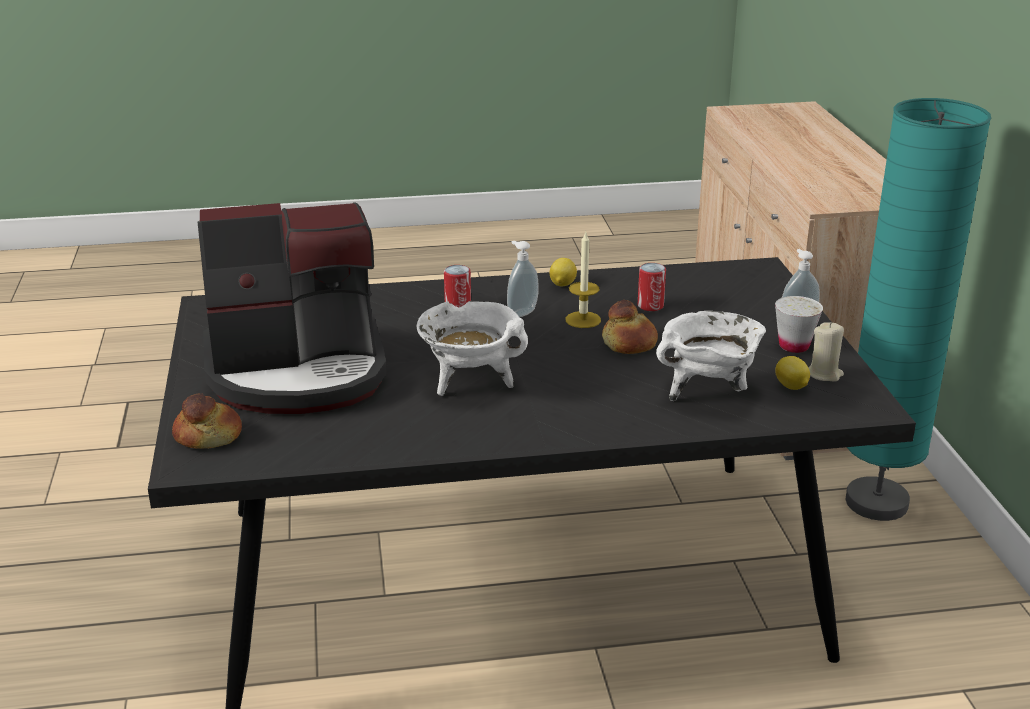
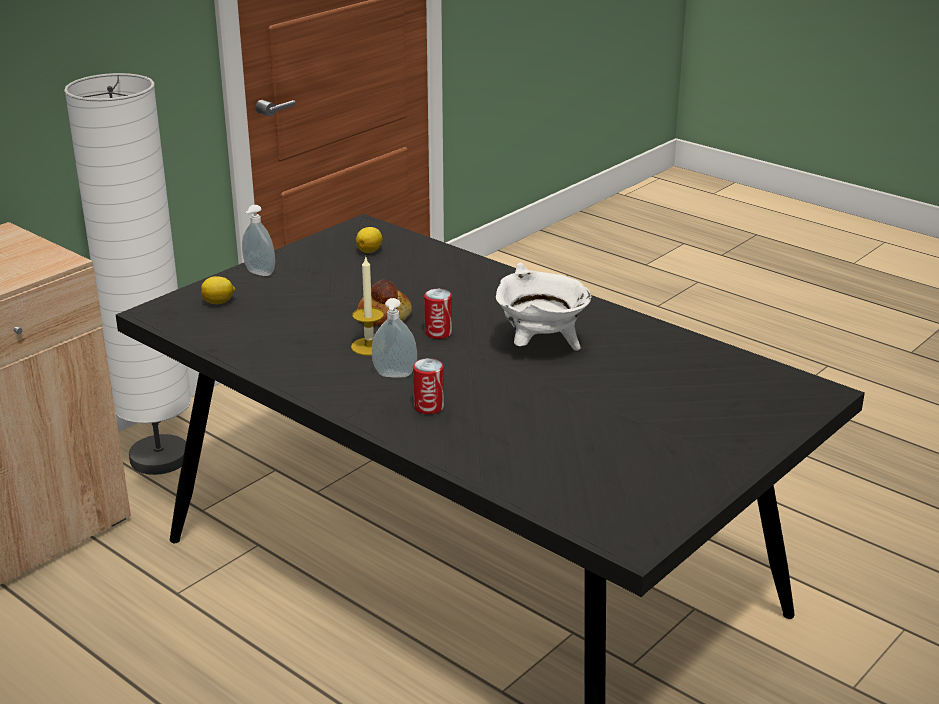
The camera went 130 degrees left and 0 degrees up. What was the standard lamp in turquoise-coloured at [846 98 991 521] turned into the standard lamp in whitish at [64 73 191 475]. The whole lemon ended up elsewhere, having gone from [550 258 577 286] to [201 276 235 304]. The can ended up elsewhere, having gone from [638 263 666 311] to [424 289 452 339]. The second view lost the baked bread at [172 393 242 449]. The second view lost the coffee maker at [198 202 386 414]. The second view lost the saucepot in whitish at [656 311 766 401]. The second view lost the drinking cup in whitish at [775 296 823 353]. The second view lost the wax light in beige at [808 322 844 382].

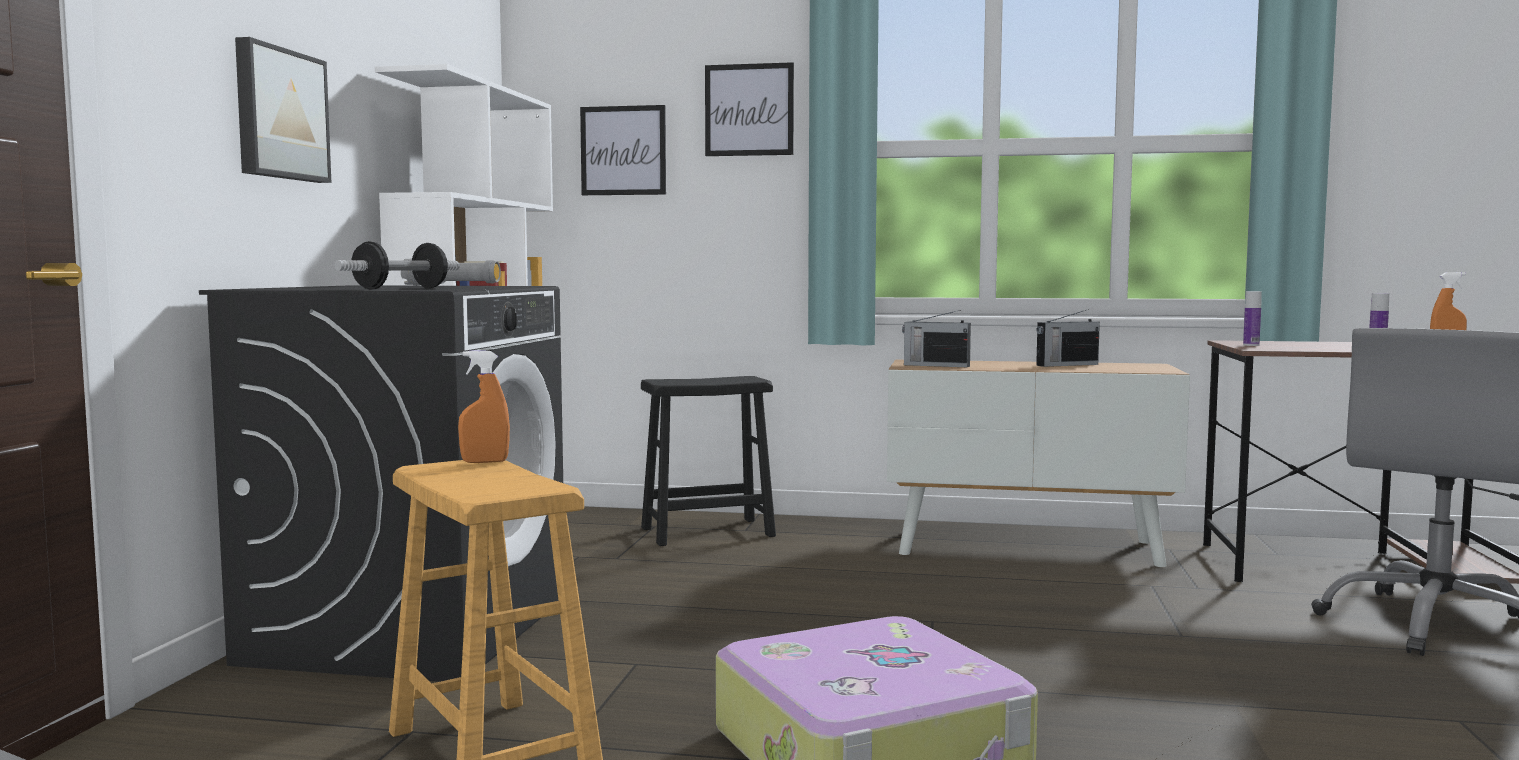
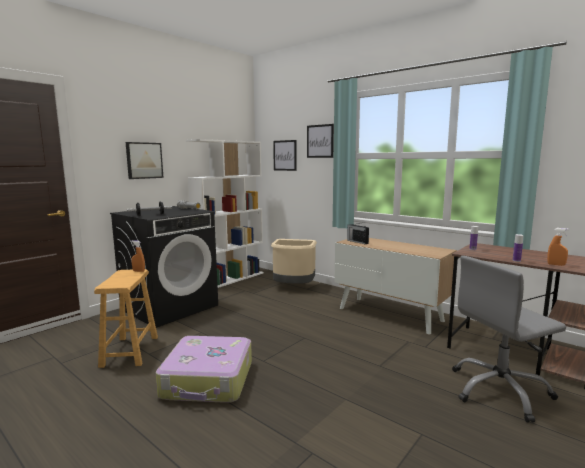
The camera went 30 degrees right and 5 degrees up. Where the sitting stool in black-coloured stood at [641 376 776 546], the waste bin in beige came to stand at [271 239 317 284]. The second view lost the radio at [1036 309 1100 367].

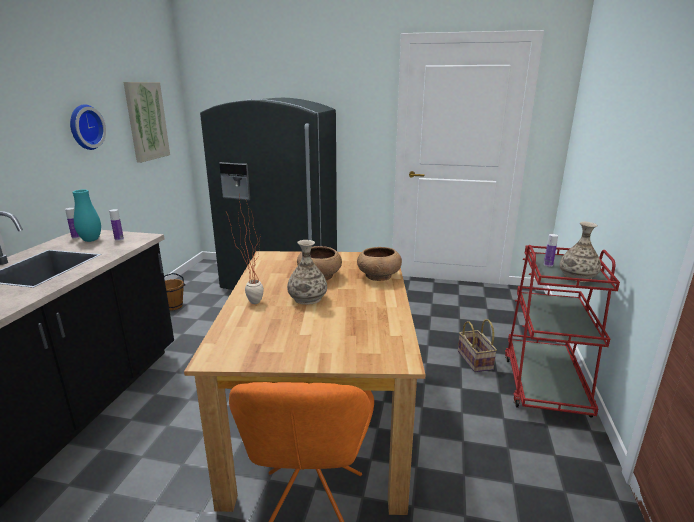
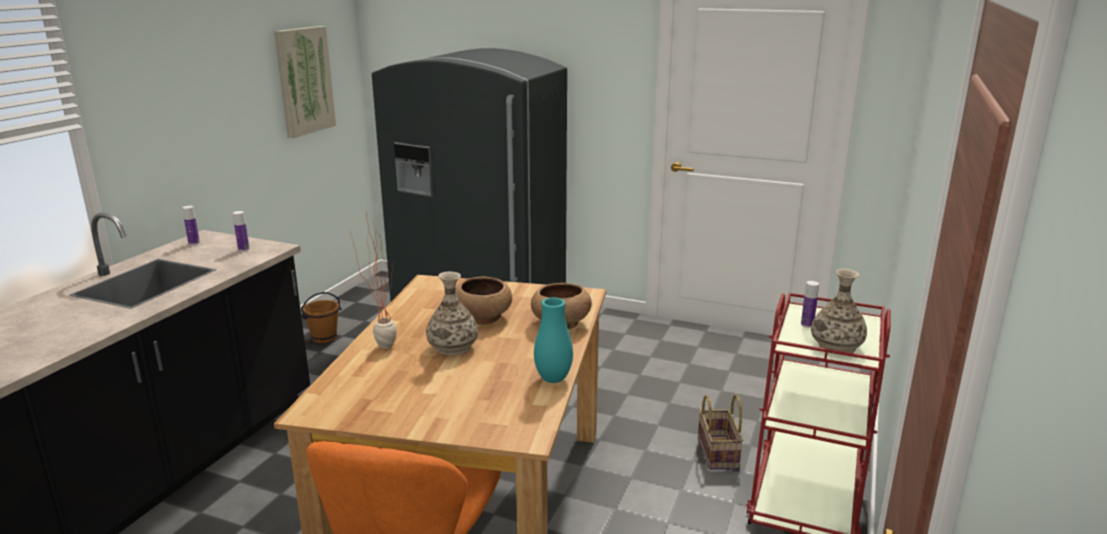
The camera went 10 degrees right and 0 degrees up. The flower vase in turquoise-coloured ended up elsewhere, having gone from [72 190 101 242] to [534 297 573 383]. The second view lost the hanging clock at [70 104 106 150].

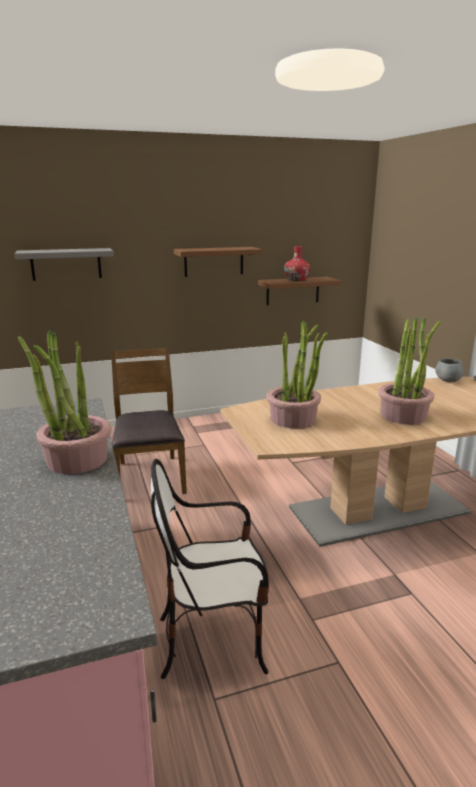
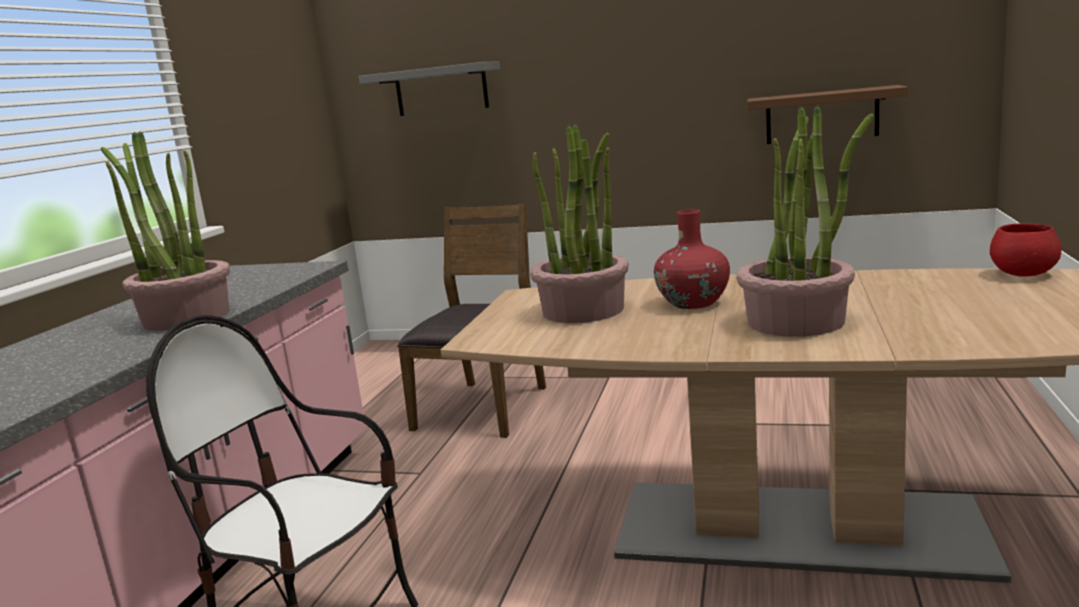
The camera went 35 degrees right and 5 degrees down. The flower vase in reddish ended up elsewhere, having gone from [284 246 310 281] to [654 209 730 309]. What was the deep dish in greyish at [435 358 464 382] turned into the deep dish in reddish at [990 223 1062 277]. The second view lost the shelf in brownish at [174 247 263 277].

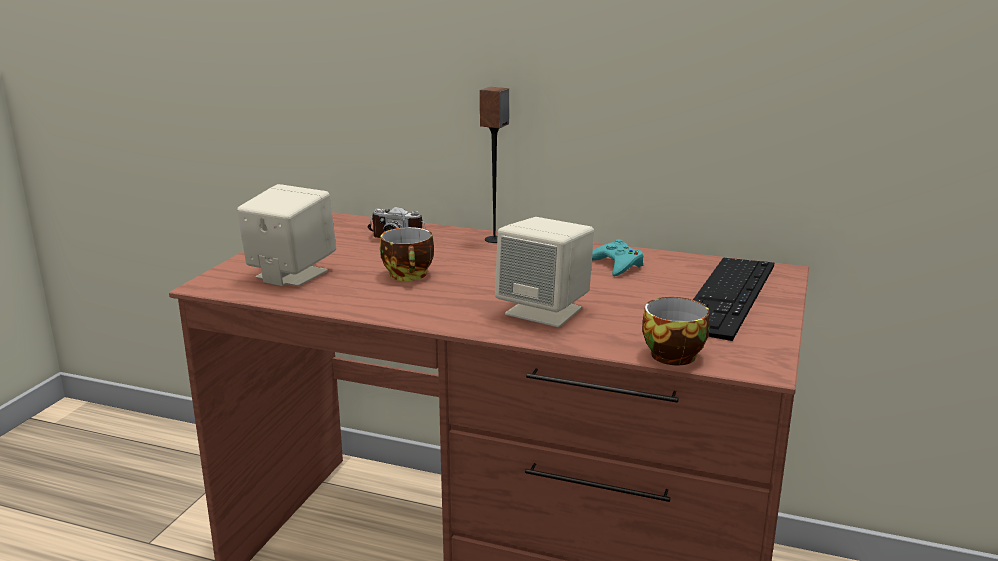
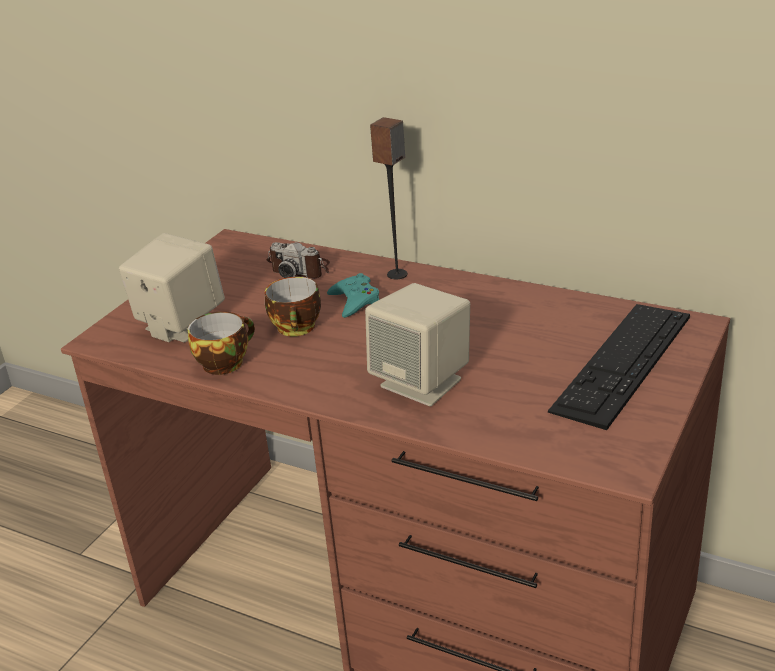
The camera went 10 degrees right and 10 degrees up. The drinking cup ended up elsewhere, having gone from [642 297 710 365] to [188 311 255 375]. The game controller in turquoise-coloured ended up elsewhere, having gone from [592 239 644 276] to [327 273 379 318].

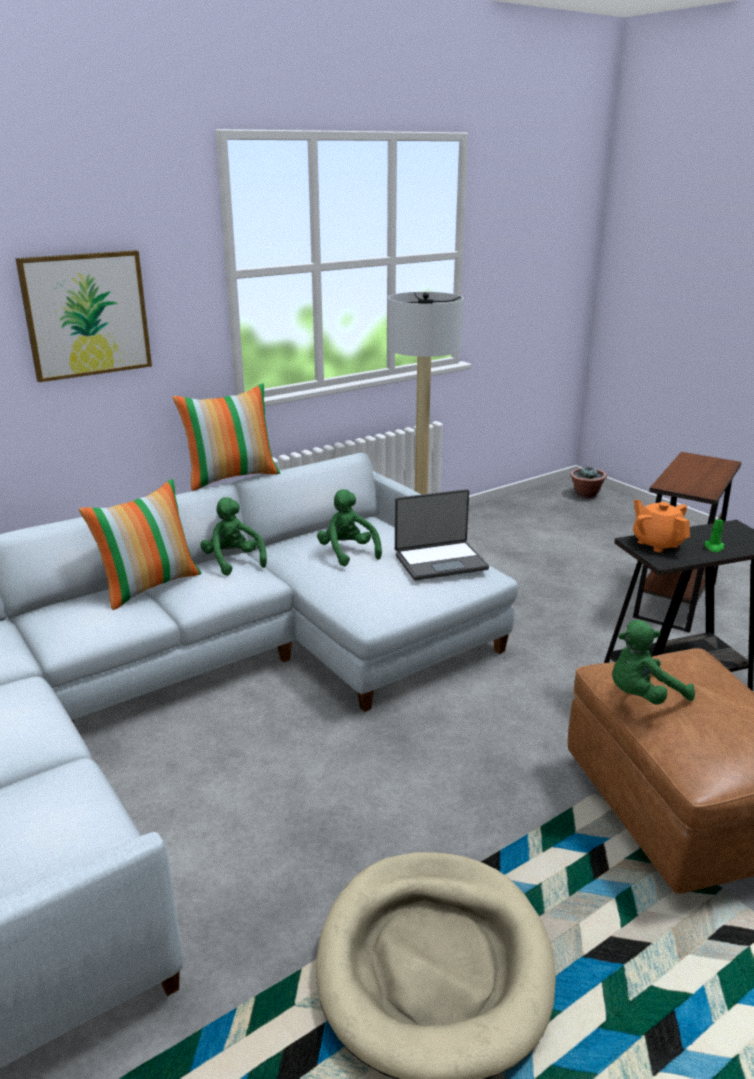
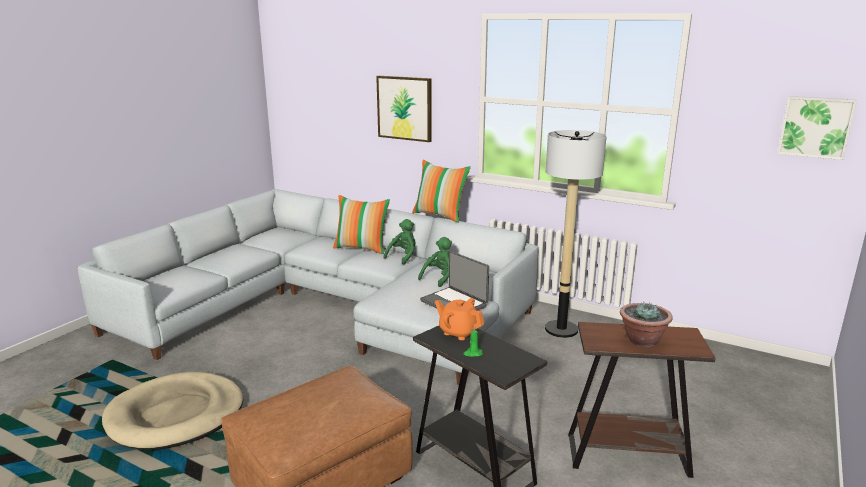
The camera went 65 degrees right and 5 degrees down. The teapot in orange-coloured at [633 500 690 552] ended up facing another way, 90 degrees counterclockwise from before. The houseplant ended up elsewhere, having gone from [570 466 607 498] to [620 302 673 347]. The second view gained the wall picture at [777 96 857 160]. The second view lost the cuddly toy in green at [612 620 695 705].

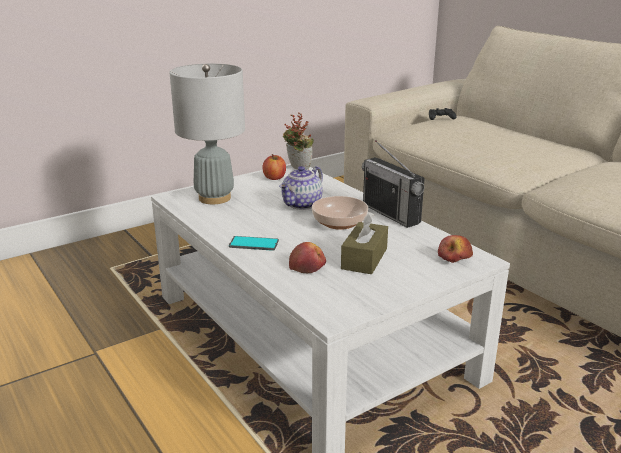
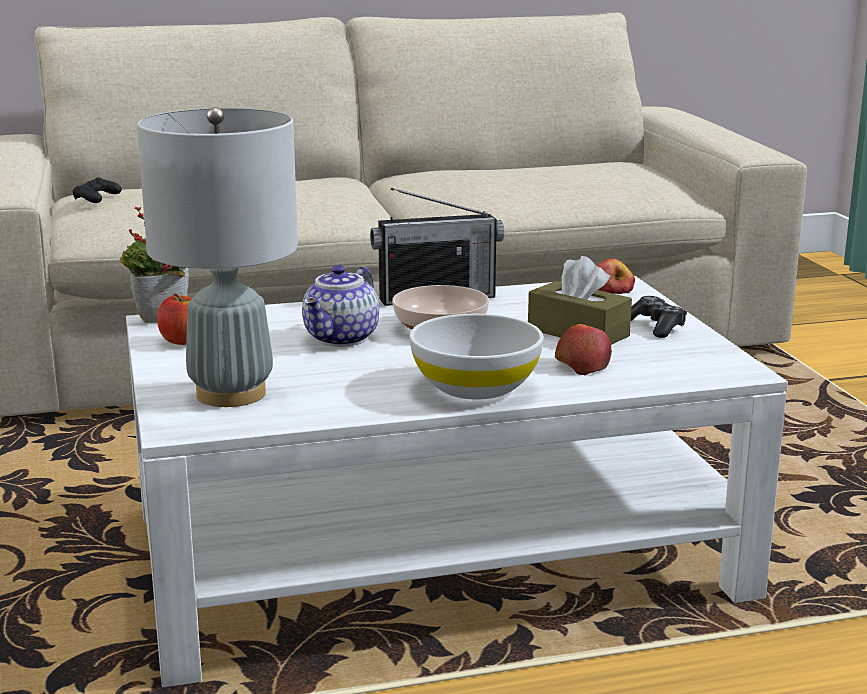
The camera went 70 degrees left and 5 degrees down. The teapot at [279 166 323 210] ended up facing another way, 60 degrees clockwise from before. Where the phone stood at [229 236 279 251], the deep dish in whitish came to stand at [409 314 544 400]. The second view gained the game controller at [631 296 687 338].

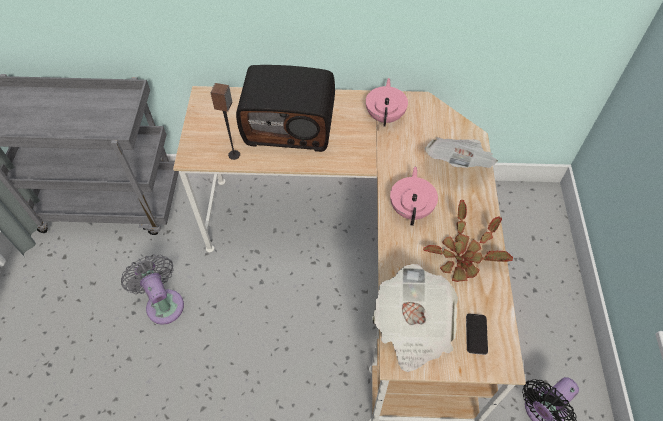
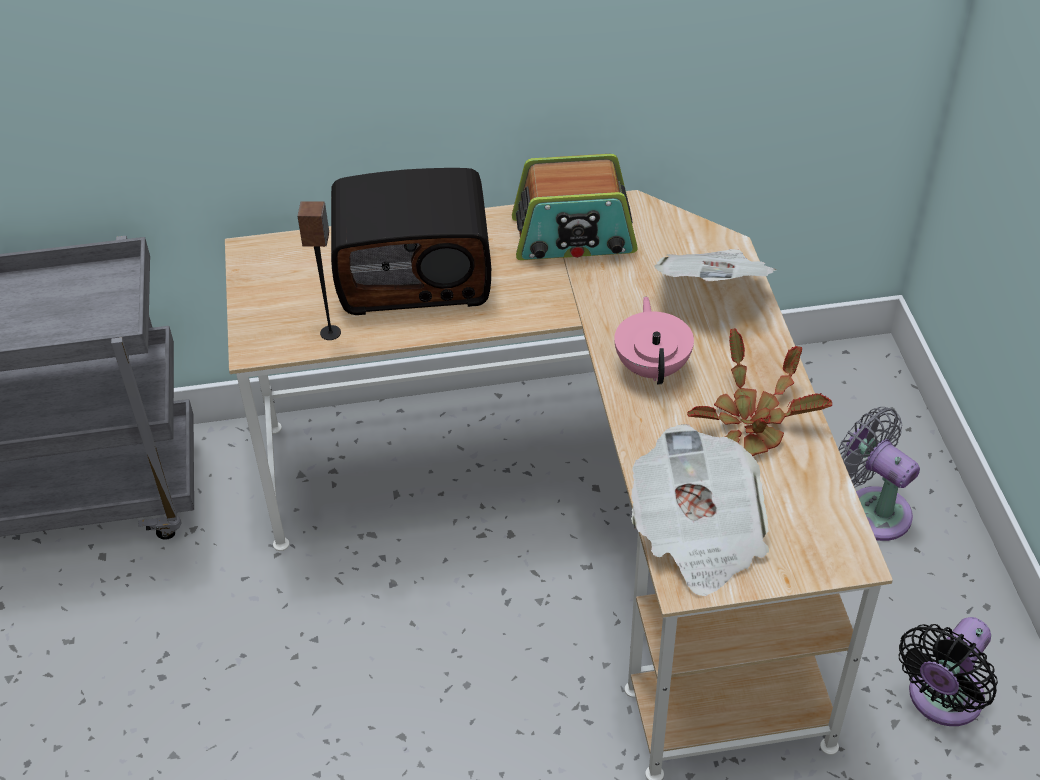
The camera went 10 degrees left and 10 degrees down. Where the teapot in pink stood at [366 78 408 126], the radio came to stand at [512 154 638 260]. The electric fan in greyish ended up elsewhere, having gone from [121 254 184 325] to [838 407 920 541]. The second view lost the phone at [466 314 488 355].

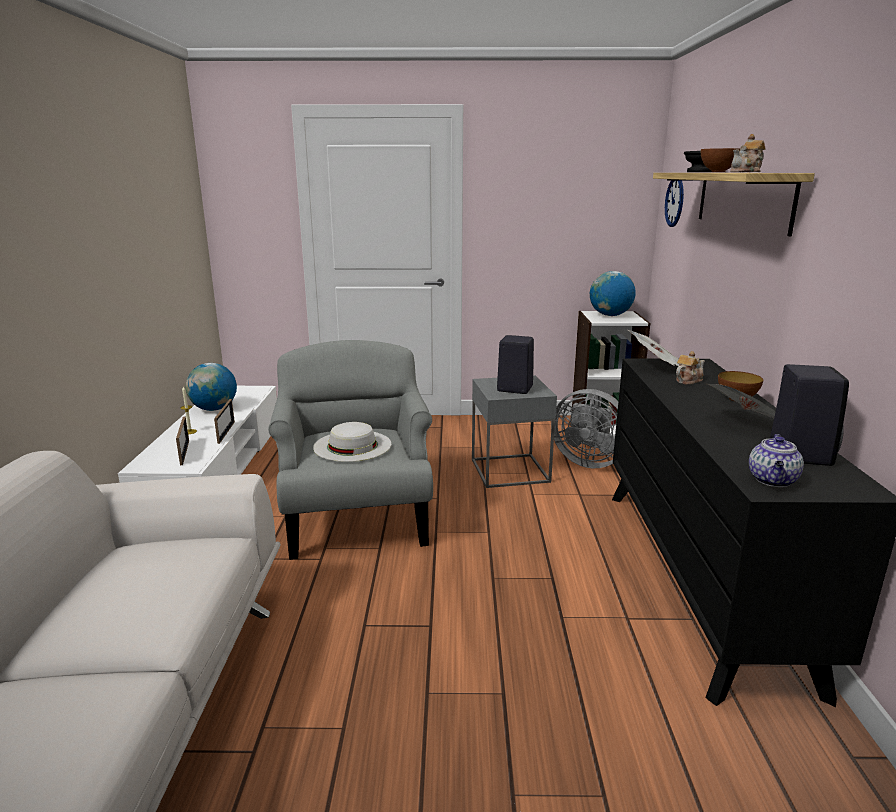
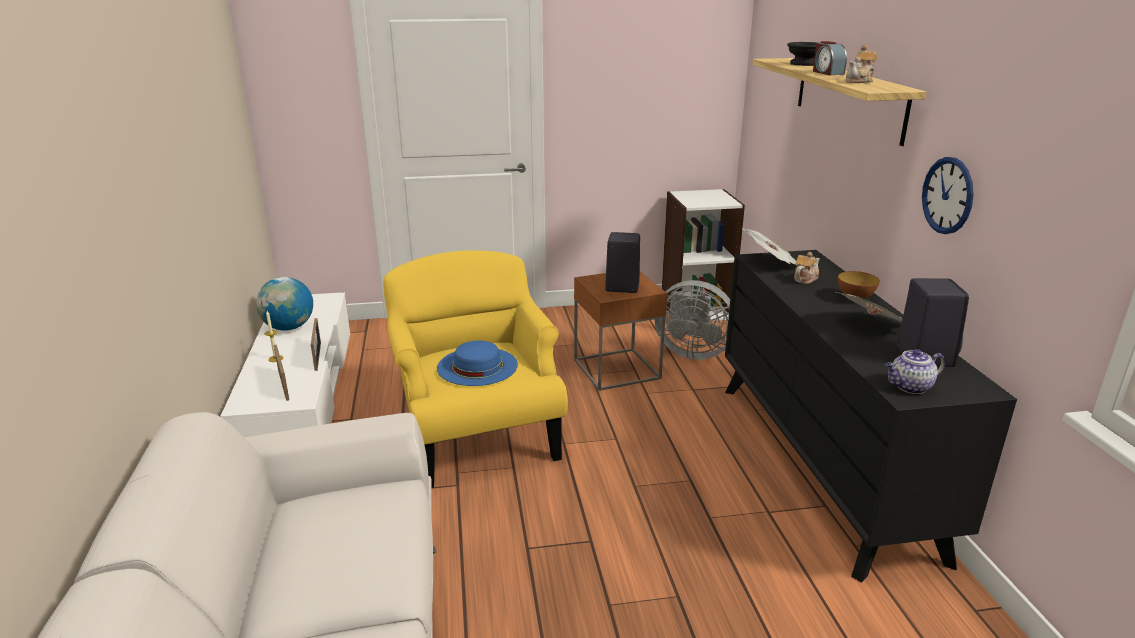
The camera went 10 degrees left and 5 degrees up. What was the lounge chair in greyish at [268 340 433 560] turned into the lounge chair in yellowish at [383 250 568 488]. What was the hat in whitish at [313 422 391 462] turned into the hat in blue at [437 341 518 386]. What was the side table in greyish at [472 376 557 488] turned into the side table in brownish at [574 272 667 391]. Where the deep dish stood at [701 148 740 172], the alarm clock came to stand at [813 41 847 75]. The teapot at [749 434 804 487] ended up facing another way, 60 degrees clockwise from before. The hanging clock ended up elsewhere, having gone from [665 181 684 227] to [922 157 974 234]. The second view lost the desk globe at [590 271 636 316].

